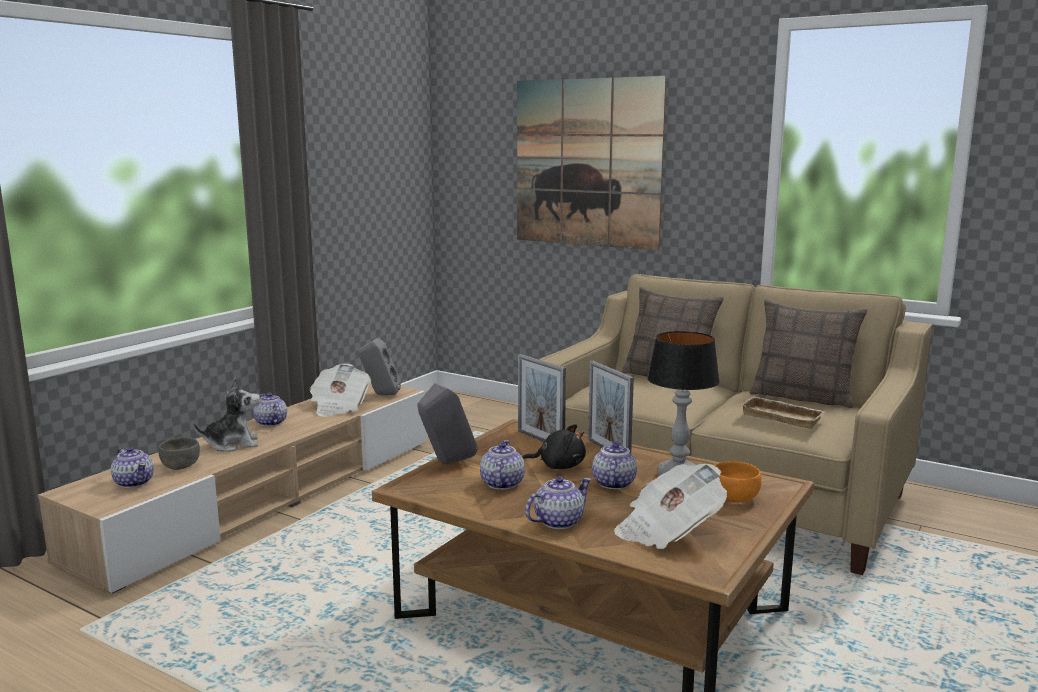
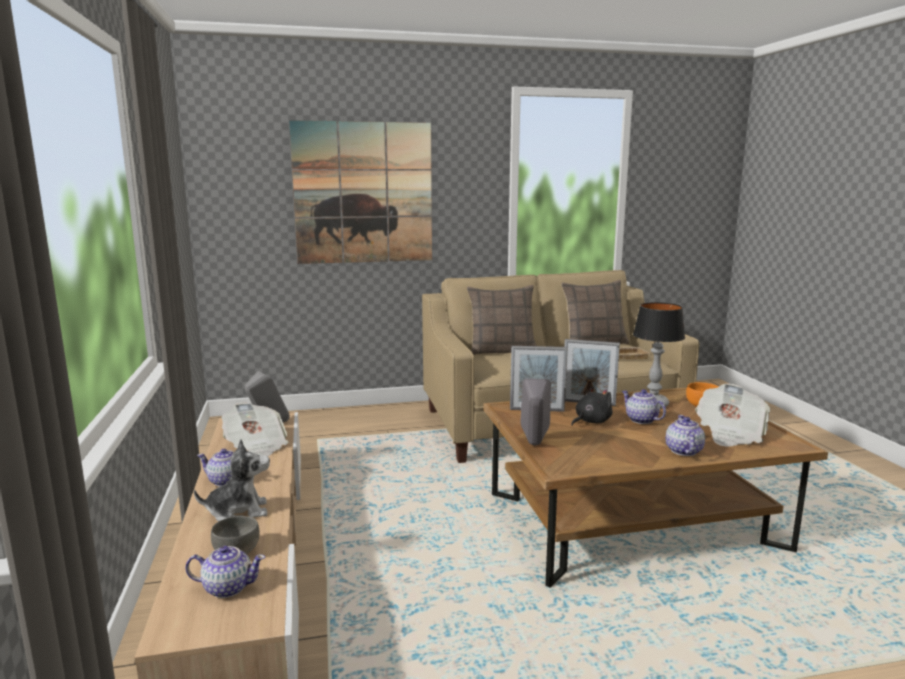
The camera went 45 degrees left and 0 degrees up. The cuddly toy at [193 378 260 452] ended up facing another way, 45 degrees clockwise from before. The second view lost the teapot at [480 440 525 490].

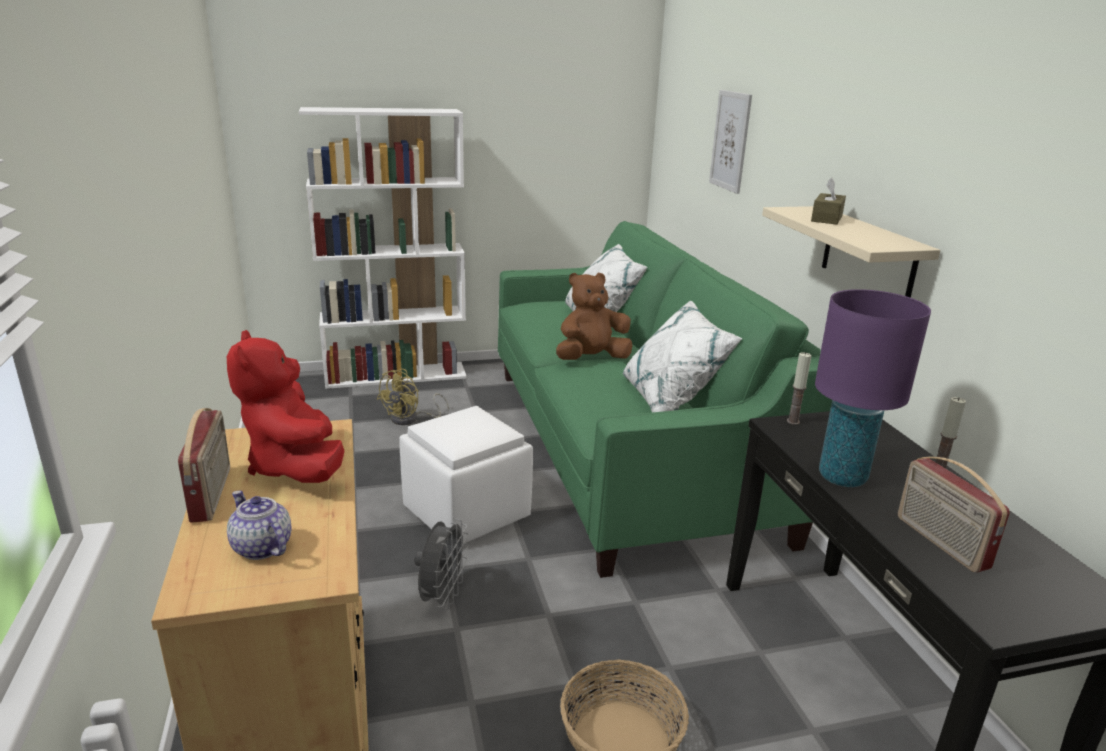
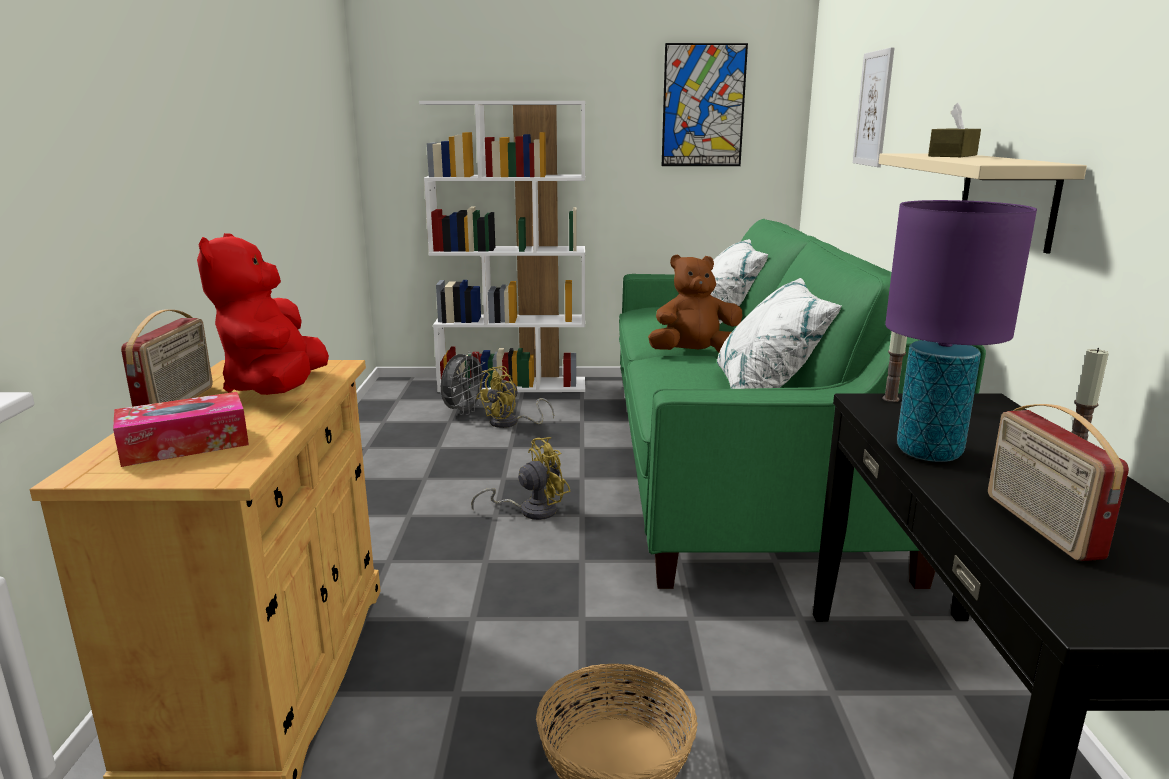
The camera went 15 degrees right and 5 degrees down. Where the teapot stood at [227 491 291 560], the tissue holder came to stand at [113 392 249 467]. The electric fan in greyish ended up elsewhere, having gone from [415 519 469 610] to [441 352 488 415]. Where the pouffe in whitish stood at [399 406 533 543], the electric fan in yellowish came to stand at [471 437 570 520]. The second view gained the wall picture at [662 43 748 166].

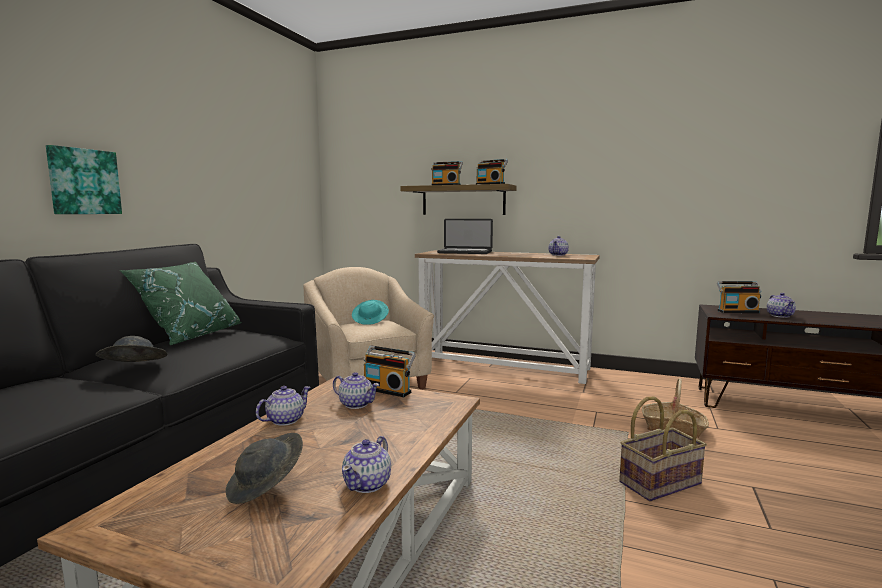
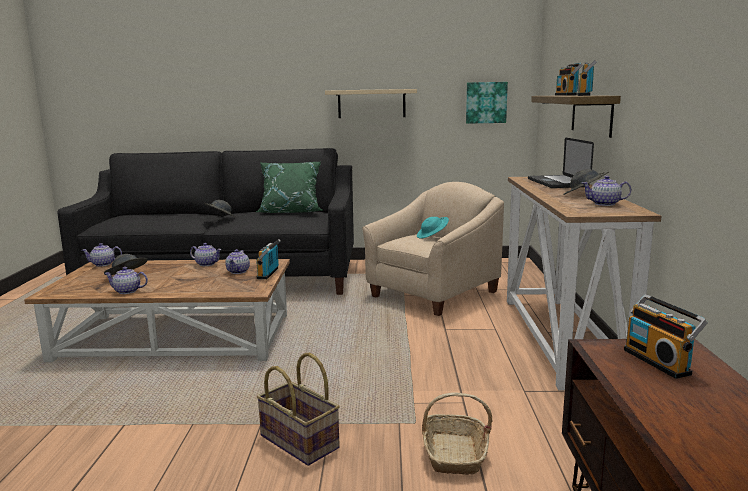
The camera went 70 degrees right and 5 degrees up. The teapot ended up elsewhere, having gone from [767 293 796 318] to [81 243 122 267]. The second view gained the shelf in beige at [325 89 417 118]. The wall picture ended up elsewhere, having gone from [46 145 122 214] to [466 82 508 124]. The second view gained the hat in greyish at [563 169 609 195].

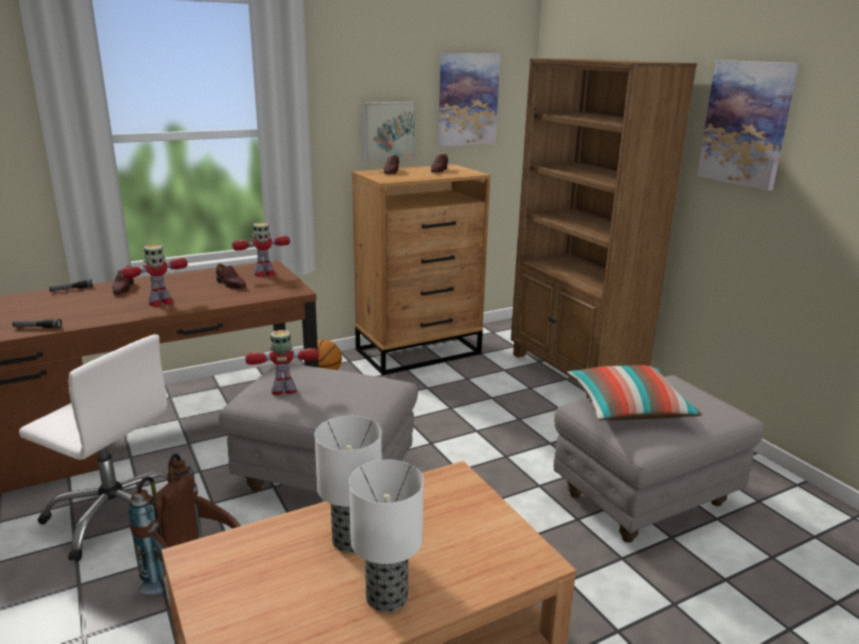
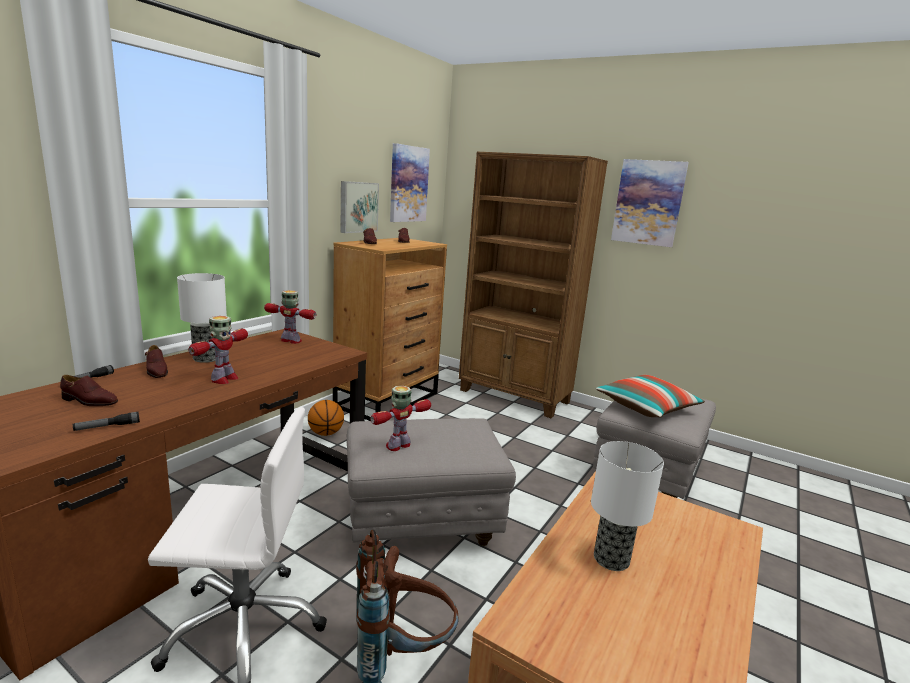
The camera went 30 degrees left and 5 degrees down. The low shoe in brownish ended up elsewhere, having gone from [216 264 246 289] to [60 375 118 406]. The table lamp ended up elsewhere, having gone from [349 460 424 612] to [177 273 227 363]. The model robot at [232 223 290 277] ended up facing another way, 105 degrees counterclockwise from before.

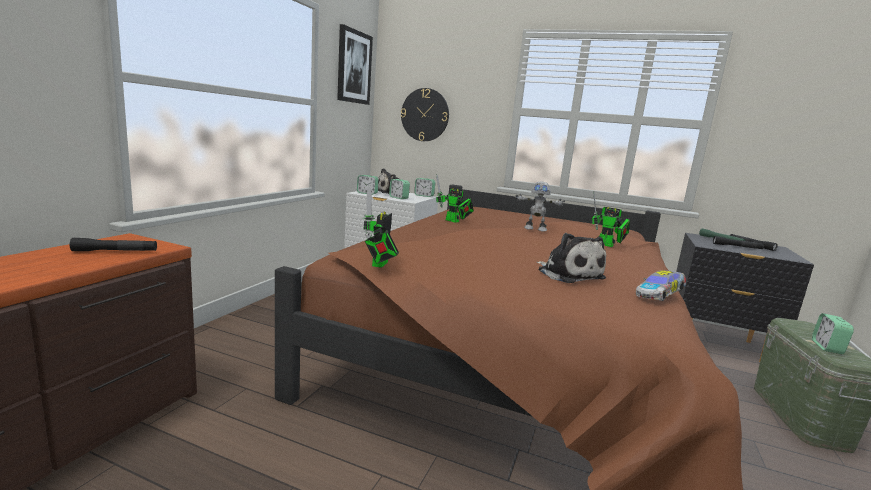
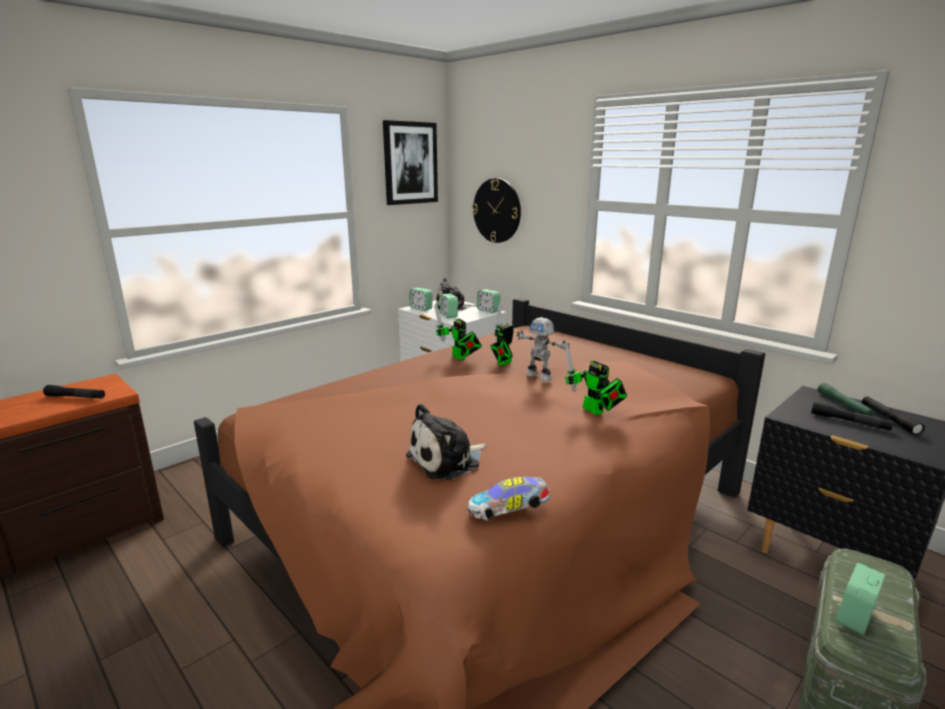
The camera went 25 degrees right and 5 degrees up. The cuddly toy at [537 233 606 283] ended up facing another way, 60 degrees clockwise from before. The model robot ended up elsewhere, having gone from [363 187 399 268] to [490 304 514 366].

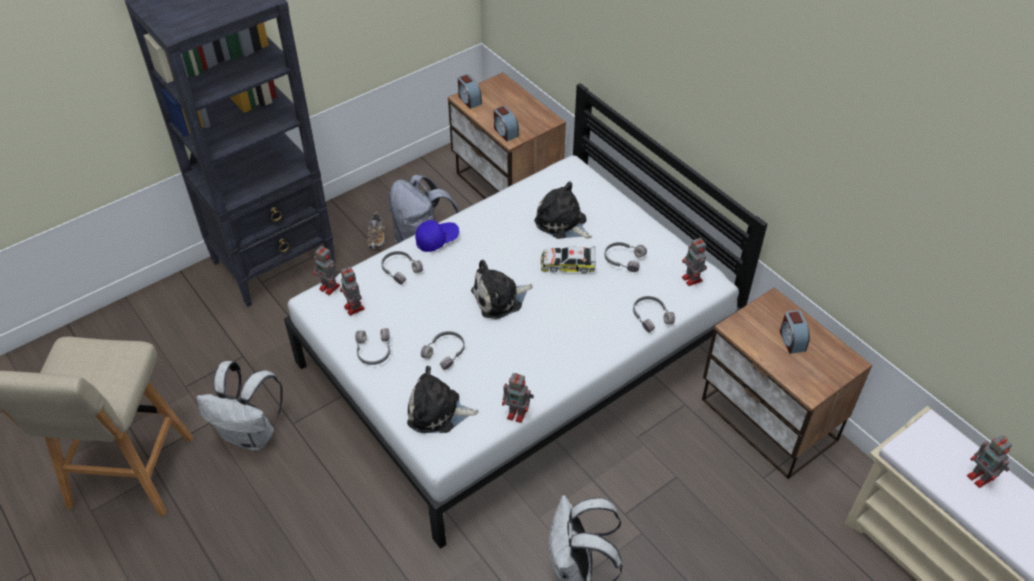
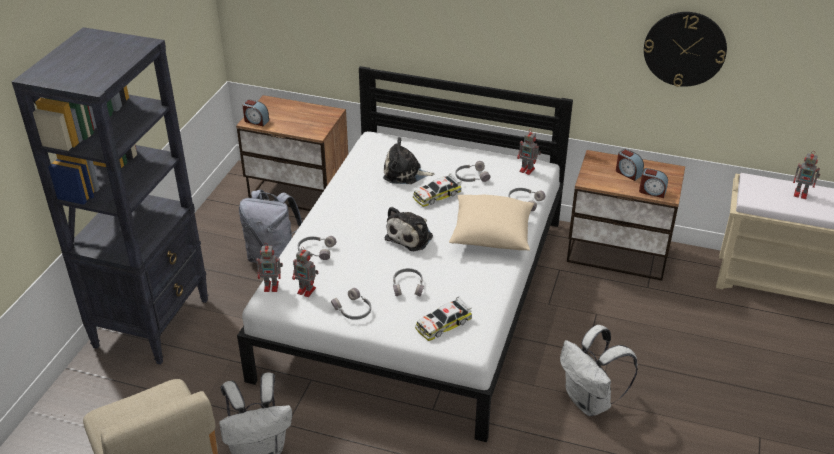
The camera went 35 degrees left and 10 degrees down. Where the cuddly toy stood at [407 366 479 433], the miniature car came to stand at [415 296 472 341]. The second view gained the pillow in beige at [449 195 534 251]. The alarm clock ended up elsewhere, having gone from [494 106 519 141] to [639 168 668 198]. The second view gained the hanging clock at [644 12 727 87]. The second view lost the low shoe at [367 212 385 249]. The second view lost the baseball cap in blue at [415 220 459 252]. The second view lost the model robot at [502 373 534 423].

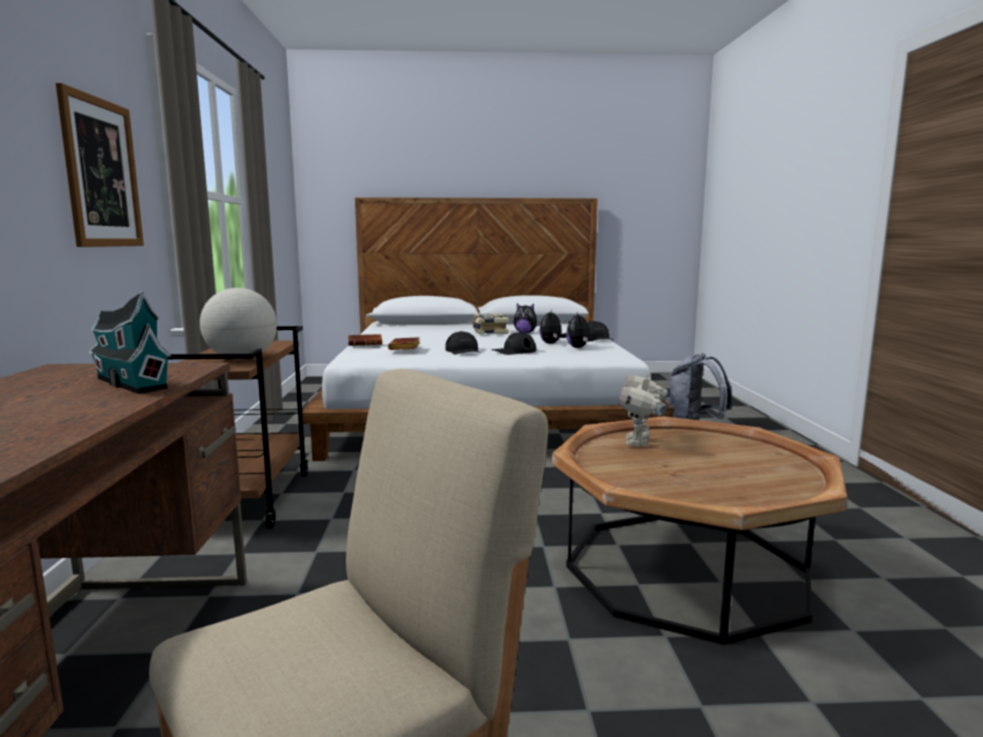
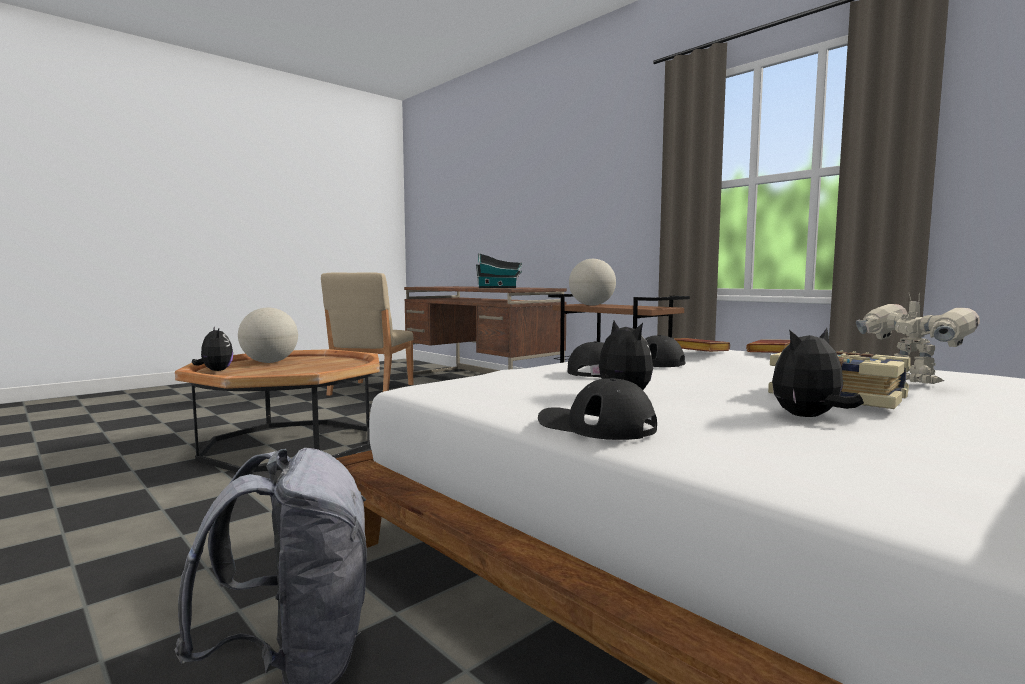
The camera went 140 degrees right and 5 degrees down. The cuddly toy ended up elsewhere, having gone from [566 313 596 348] to [192 326 233 371]. The second view gained the desk globe at [238 308 298 363]. The model robot ended up elsewhere, having gone from [618 370 668 447] to [856 293 980 384]. The second view lost the wall picture at [56 83 144 247].

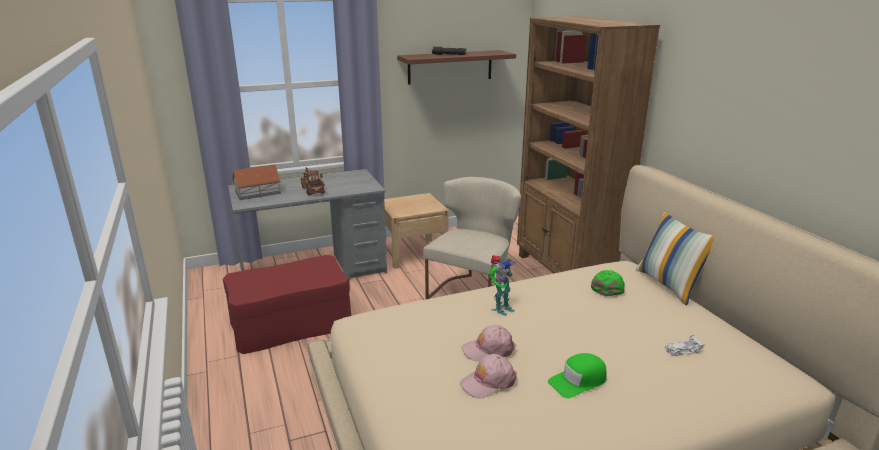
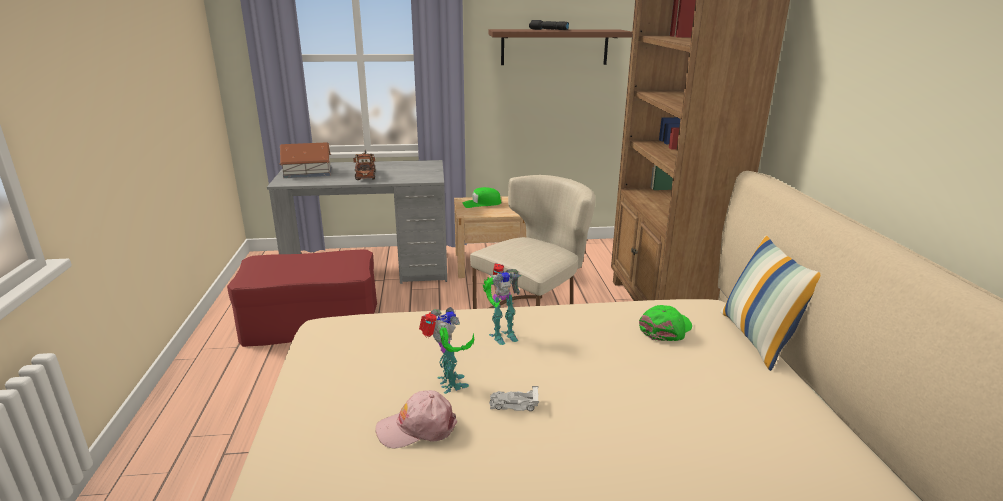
The camera went 15 degrees right and 0 degrees up. Where the baseball cap in pink stood at [462 325 516 361], the model robot came to stand at [419 307 474 394]. The baseball cap in green ended up elsewhere, having gone from [548 353 607 398] to [463 187 501 208]. The miniature car in whitish ended up elsewhere, having gone from [664 335 705 356] to [489 386 539 411].

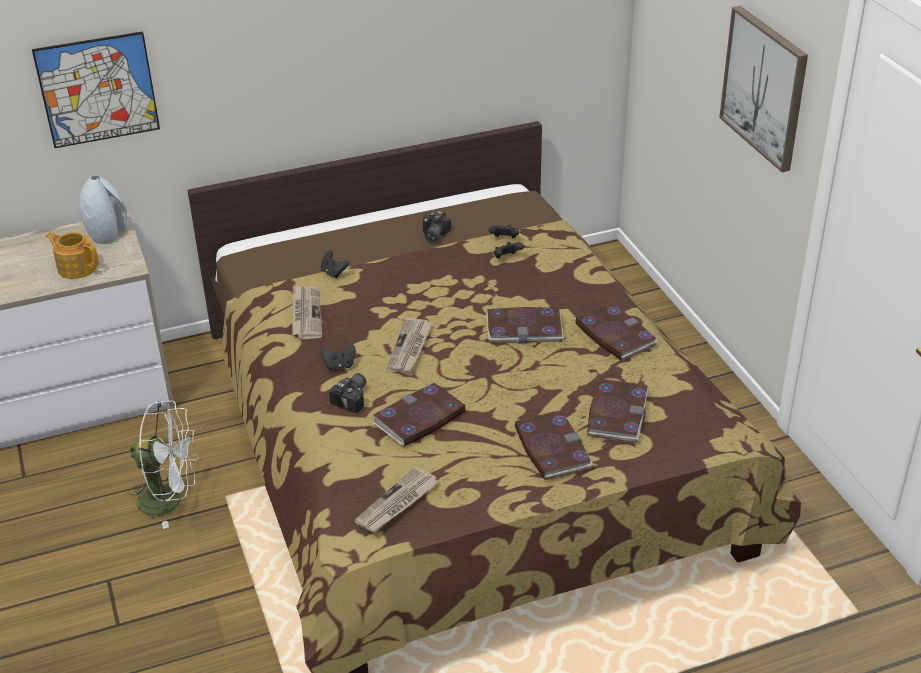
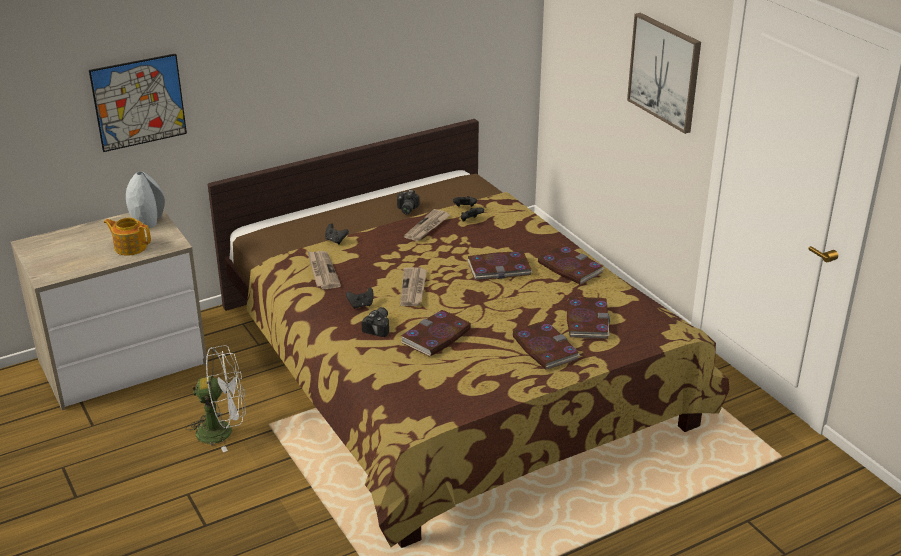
The camera went 10 degrees left and 5 degrees down. The printed paper ended up elsewhere, having gone from [354 467 438 533] to [404 209 450 241].

